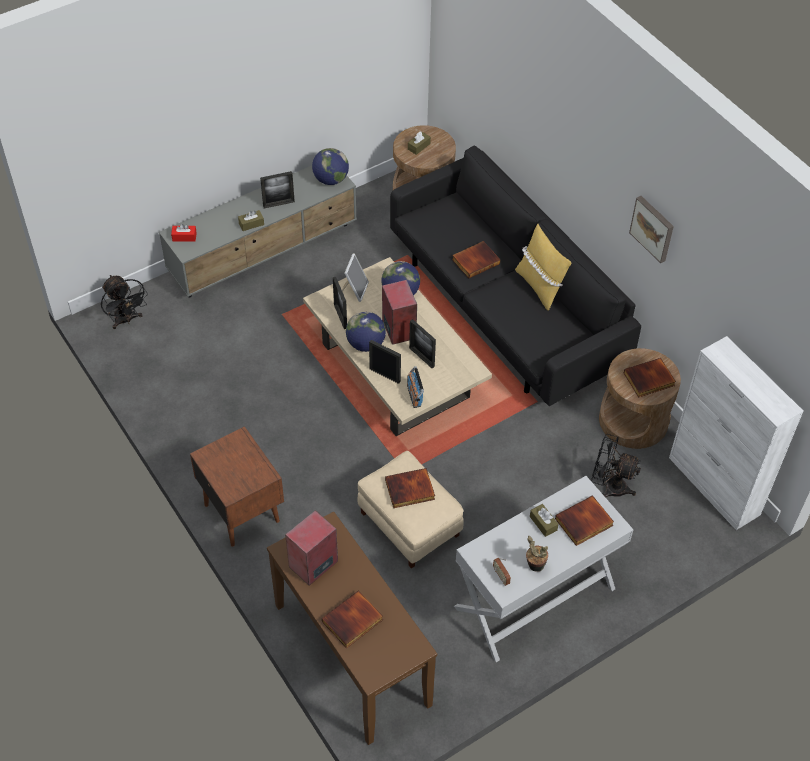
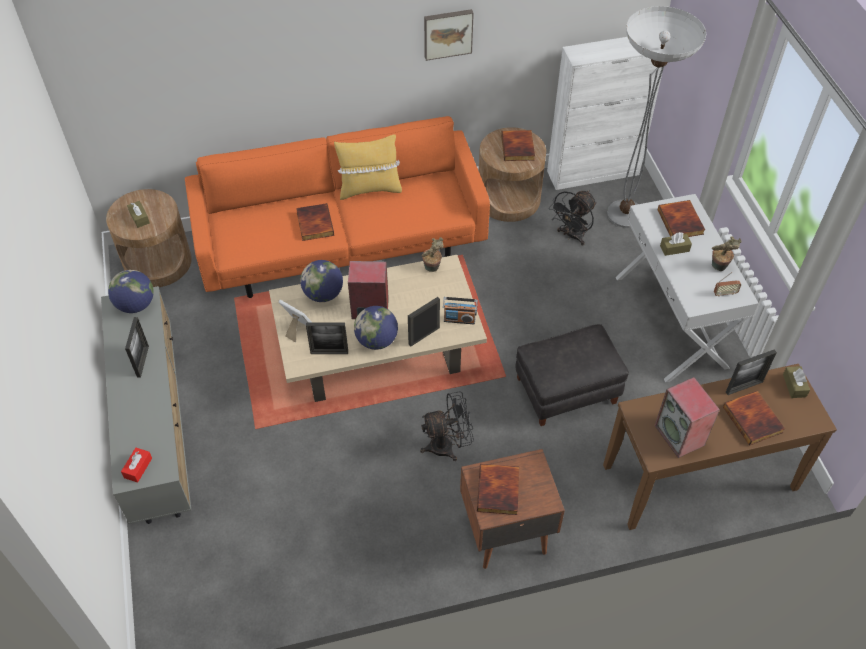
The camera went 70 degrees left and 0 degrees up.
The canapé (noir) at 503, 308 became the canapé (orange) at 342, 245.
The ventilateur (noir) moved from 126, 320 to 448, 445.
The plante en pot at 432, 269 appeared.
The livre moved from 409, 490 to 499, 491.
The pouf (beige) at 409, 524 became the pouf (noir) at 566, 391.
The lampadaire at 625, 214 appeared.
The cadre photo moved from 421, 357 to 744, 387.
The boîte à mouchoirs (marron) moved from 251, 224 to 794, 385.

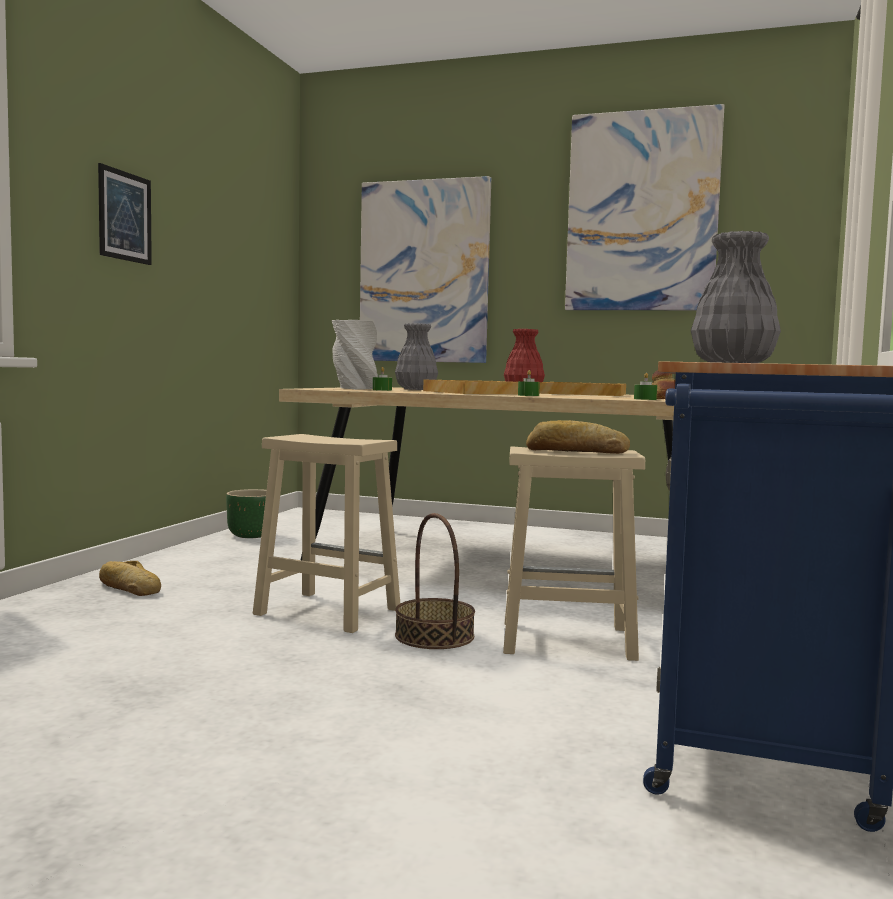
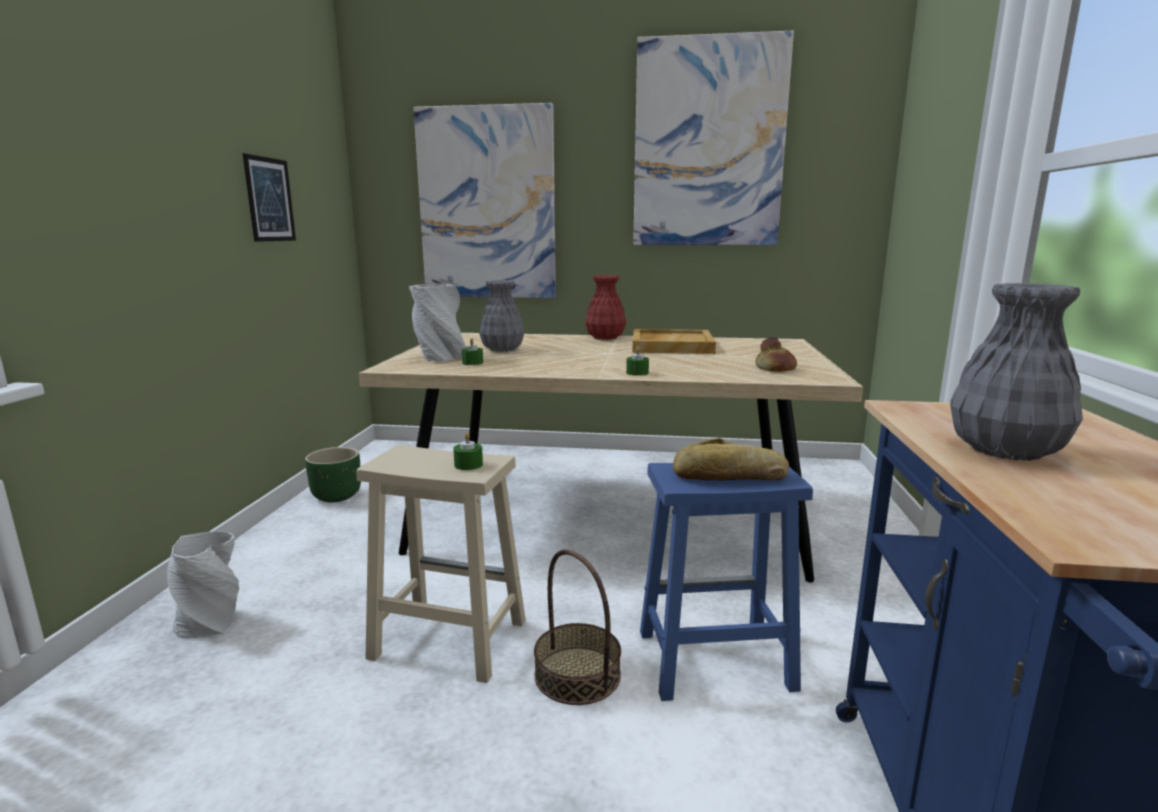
The camera went 10 degrees left and 10 degrees up.
The pain at 129, 588 was replaced by the vase (gris) at 211, 622.
The tableau moved from 125, 216 to 270, 199.
The bougie (vert) moved from 645, 399 to 468, 465.
The tabouret (beige) at 564, 640 became the tabouret (bleu) at 712, 660.
The plateau (beige) at 478, 392 disappeared.

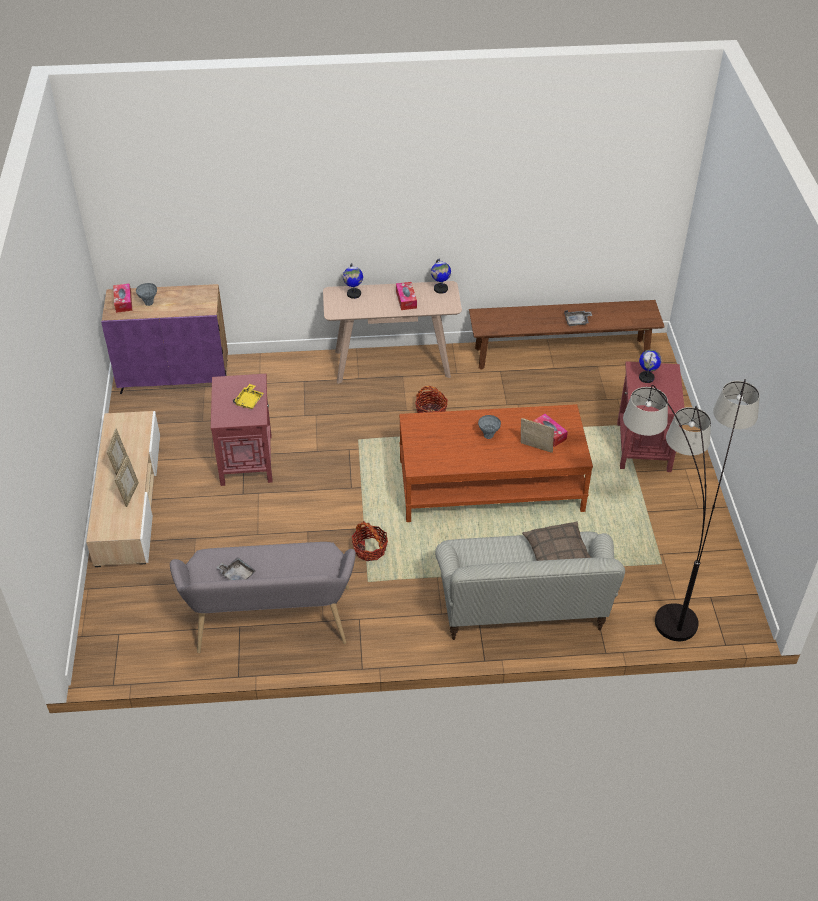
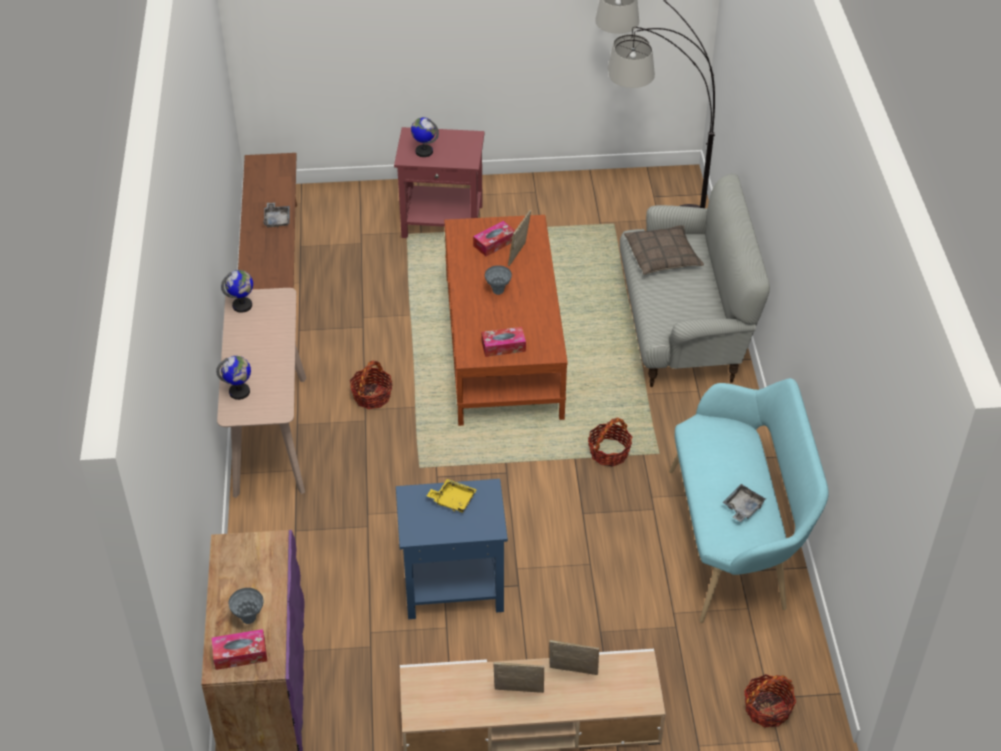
The camera went 90 degrees left and 0 degrees up.
The table d'appoint (rouge) at 247, 459 became the table d'appoint (bleu) at 453, 585.
The boîte à mouchoirs moved from 406, 300 to 503, 346.
The banc (gris) at 271, 626 became the banc (turquoise) at 735, 540.
The panier at 767, 709 appeared.

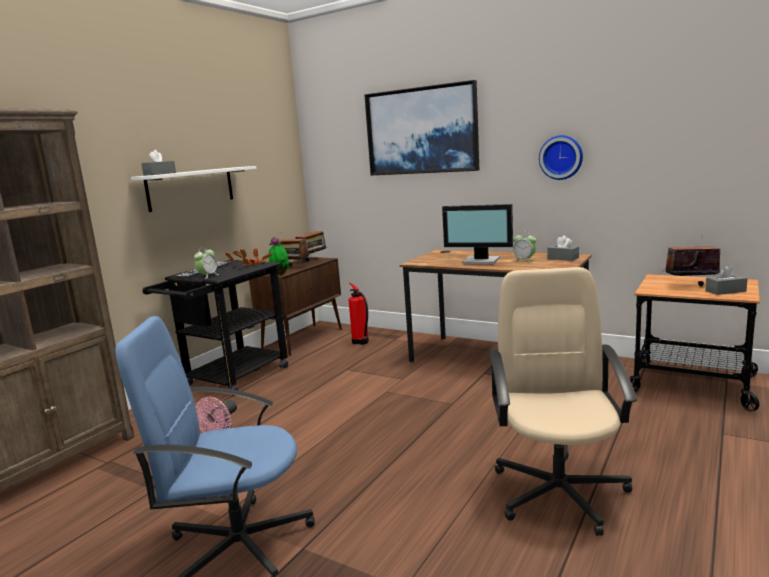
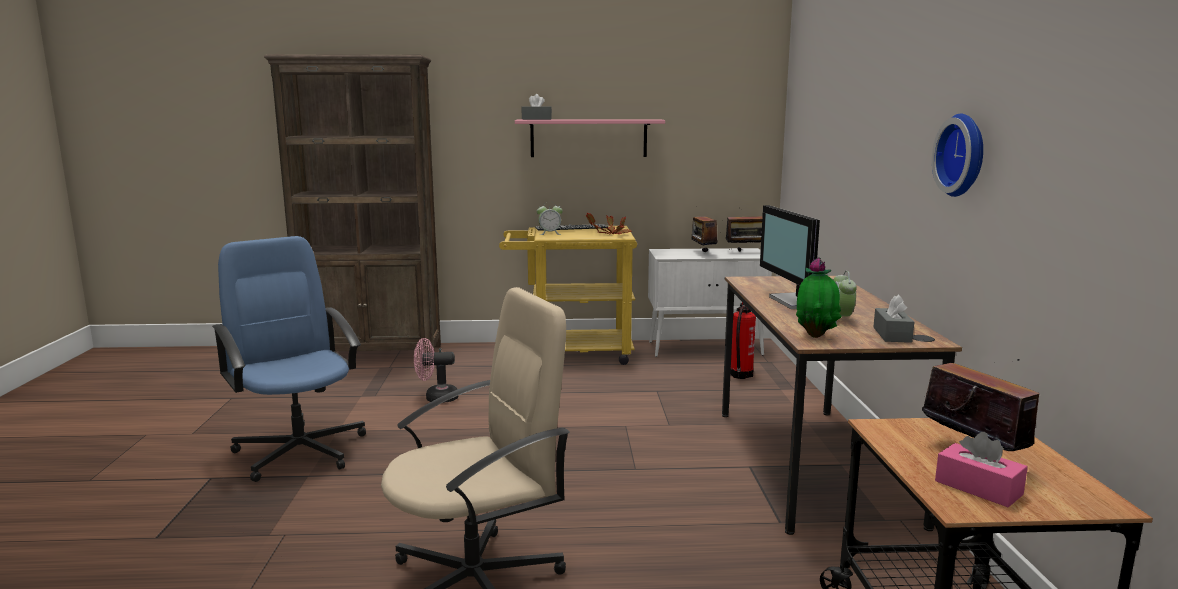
The camera went 55 degrees right and 0 degrees up.
The chariot (noir) at 230, 379 became the chariot (jaune) at 571, 353.
The étagère (blanc) at 191, 188 became the étagère (rose) at 588, 138.
The meuble de rangement (marron) at 303, 339 became the meuble de rangement (blanc) at 706, 348.
The plante en pot moved from 280, 274 to 816, 335.
The boîte à mouchoirs (gris) at 725, 291 became the boîte à mouchoirs (rose) at 978, 488.
The tableau at 421, 131 disappeared.

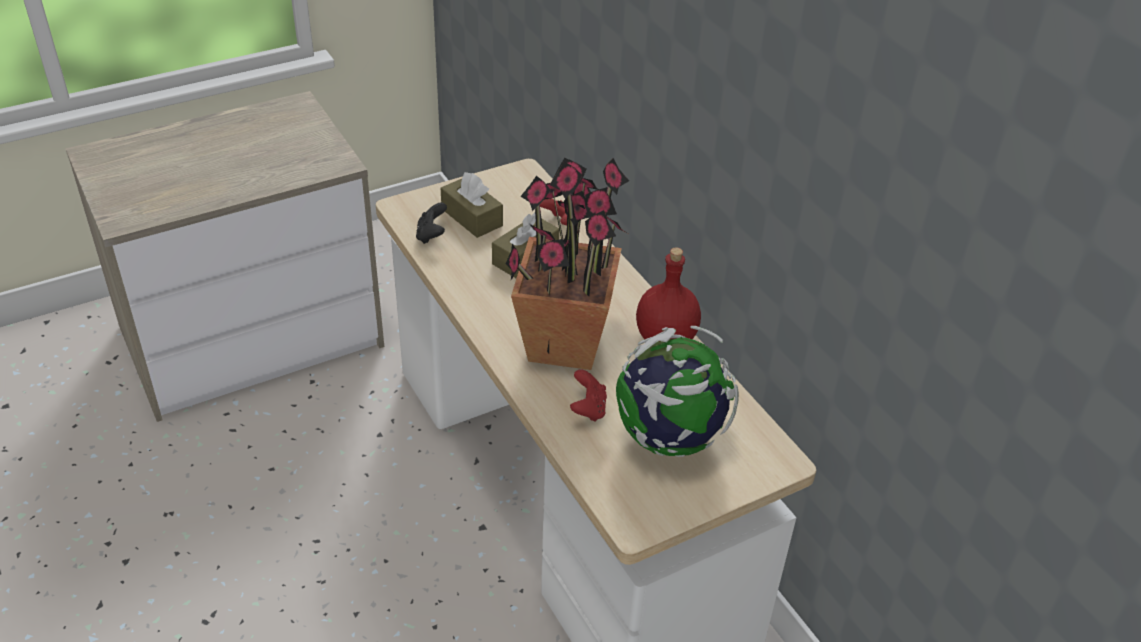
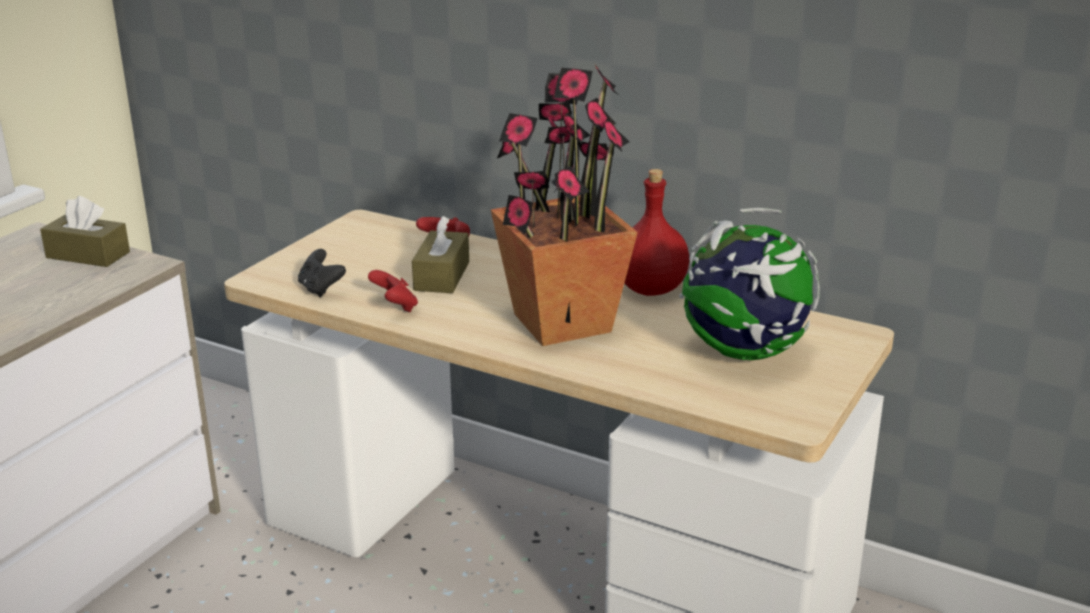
The camera went 30 degrees left and 15 degrees down.
The boîte à mouchoirs (marron) moved from 472, 217 to 88, 255.
The manette (rouge) moved from 588, 409 to 395, 307.

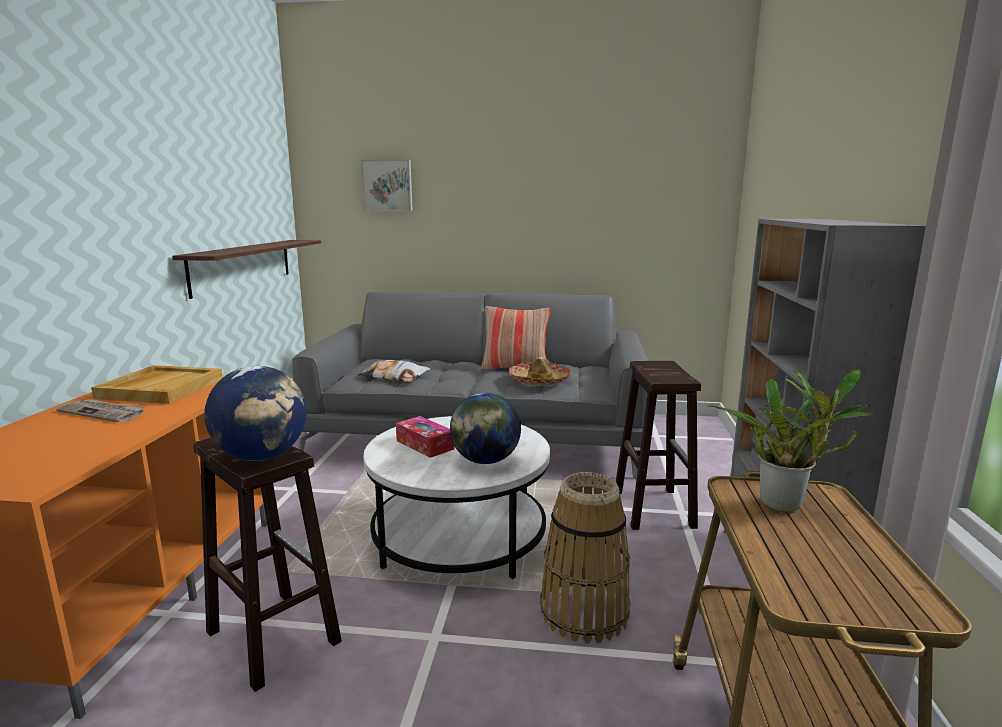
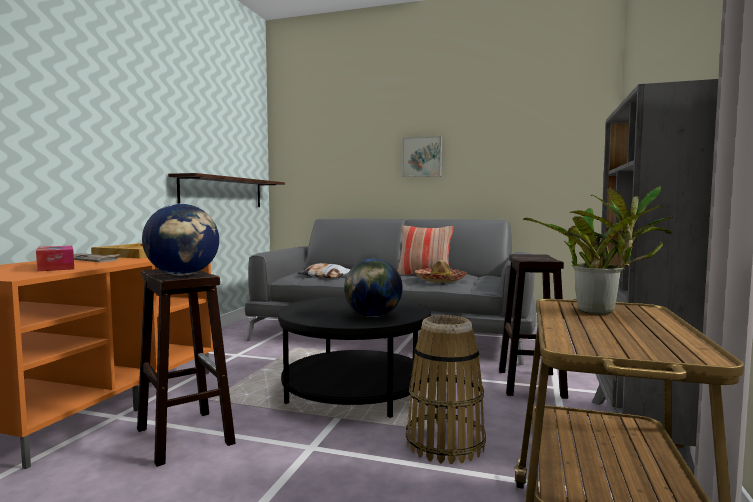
The camera went 10 degrees right and 10 degrees down.
The boîte à mouchoirs moved from 425, 445 to 56, 267.
The table basse (blanc) at 459, 538 became the table basse (noir) at 355, 390.
The tableau moved from 387, 185 to 422, 157.

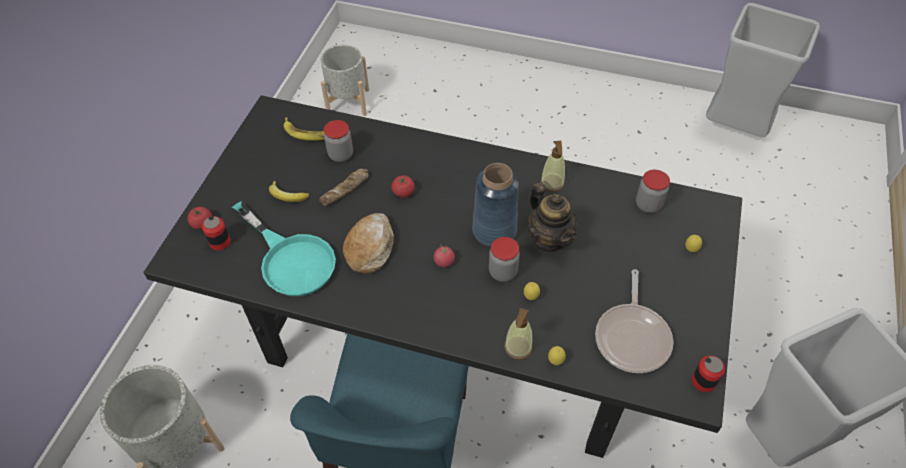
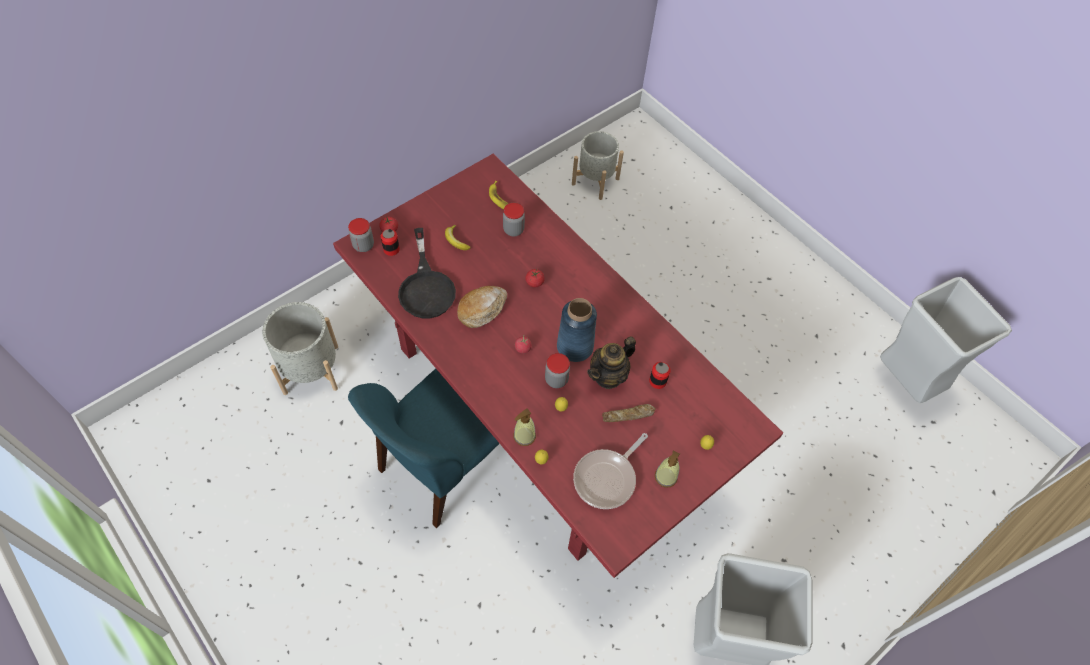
The camera went 30 degrees right and 5 degrees up.
The table à manger (noir) at 456, 335 became the table à manger (rouge) at 541, 409.
The bocal moved from 648, 204 to 363, 245.
The poêle (turquoise) at 291, 259 became the poêle (noir) at 426, 287.
The théière at 549, 239 turned 45 degrees clockwise.
The pain moved from 346, 190 to 628, 415.
The boîte métallique moved from 703, 381 to 657, 381.
The distributeur de savon moved from 552, 183 to 665, 477.

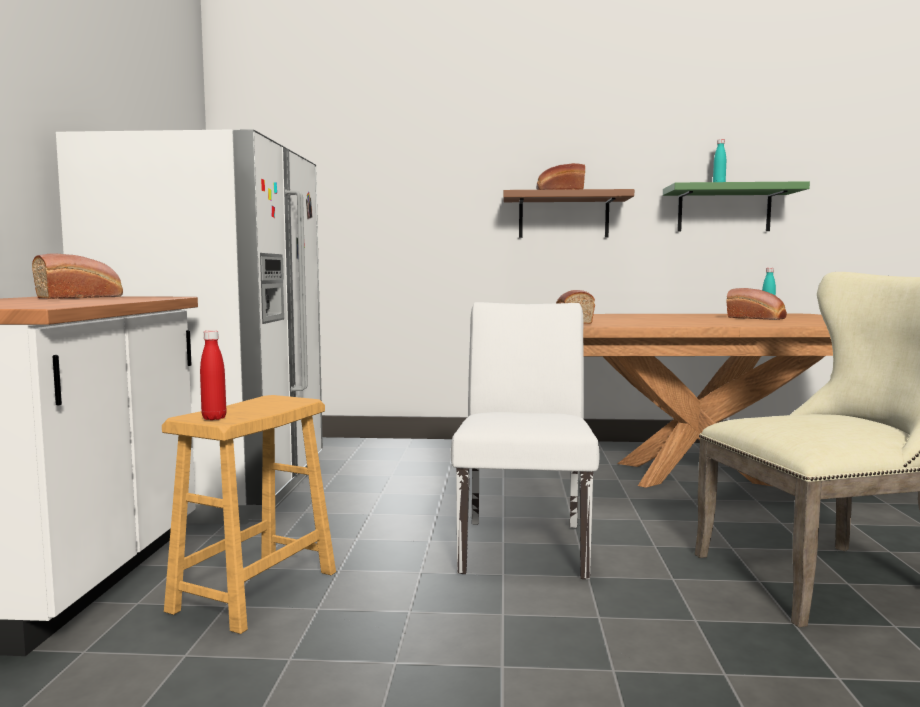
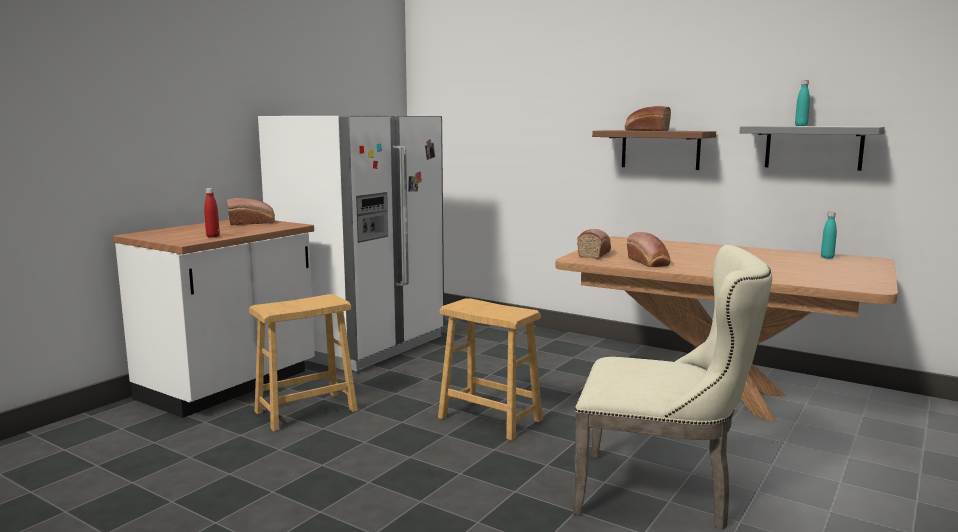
The camera went 30 degrees right and 5 degrees up.
The bouteille (rouge) moved from 214, 418 to 213, 236.
The chaise (blanc) at 524, 542 was replaced by the tabouret (marron) at 490, 419.
The pain moved from 757, 318 to 649, 262.
The étagère (vert) at 724, 209 became the étagère (gris) at 813, 147.

